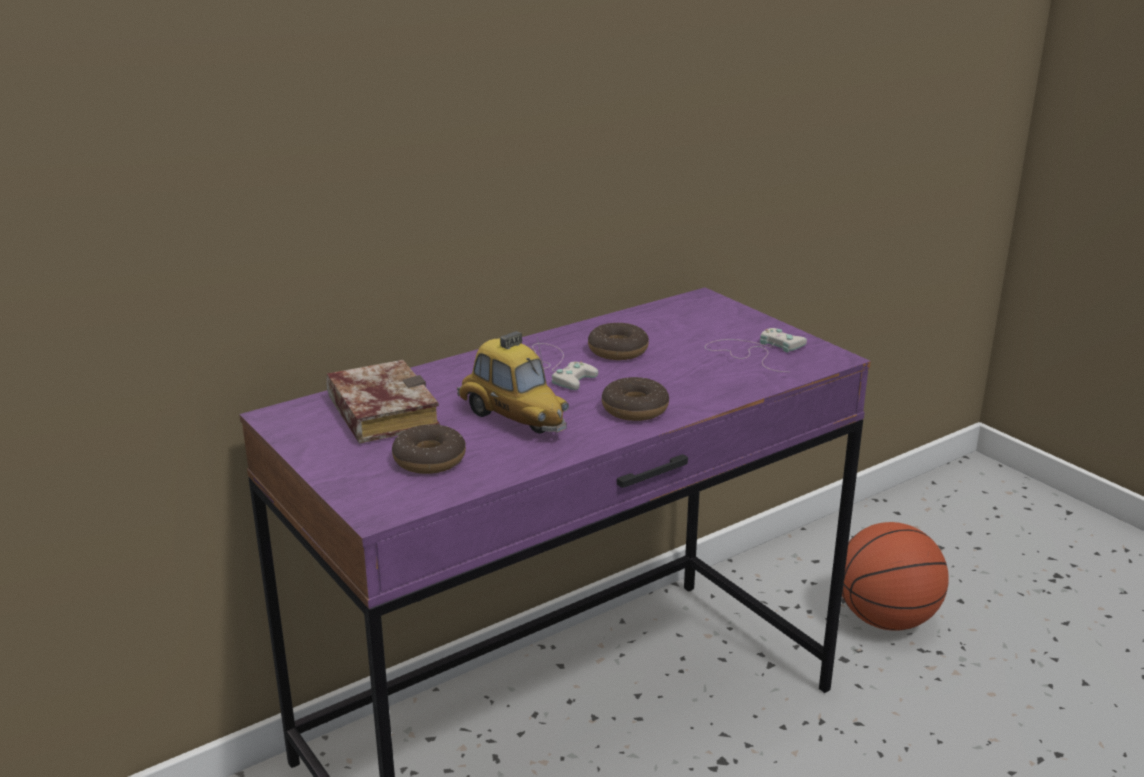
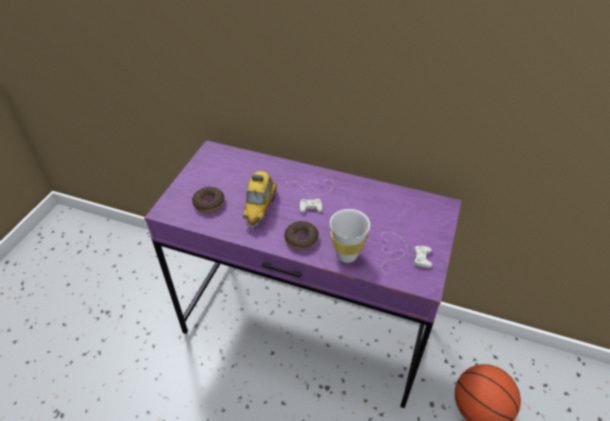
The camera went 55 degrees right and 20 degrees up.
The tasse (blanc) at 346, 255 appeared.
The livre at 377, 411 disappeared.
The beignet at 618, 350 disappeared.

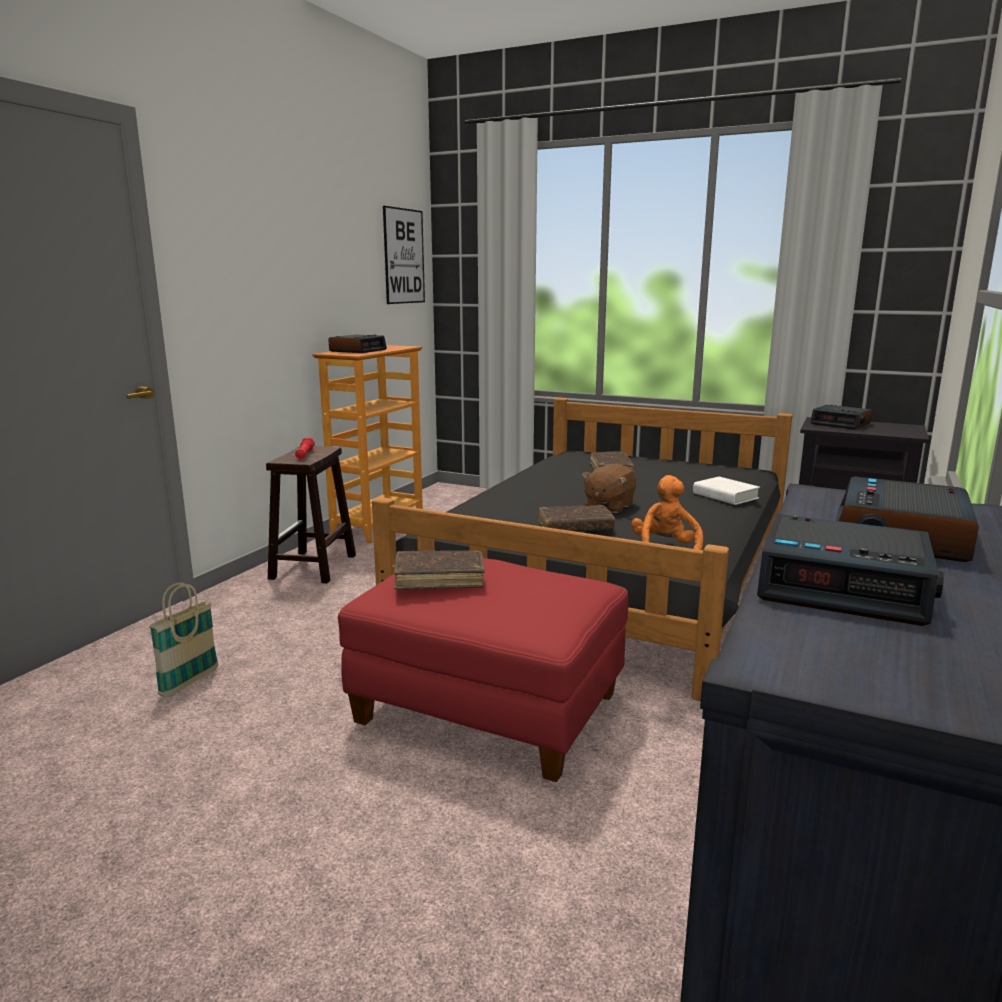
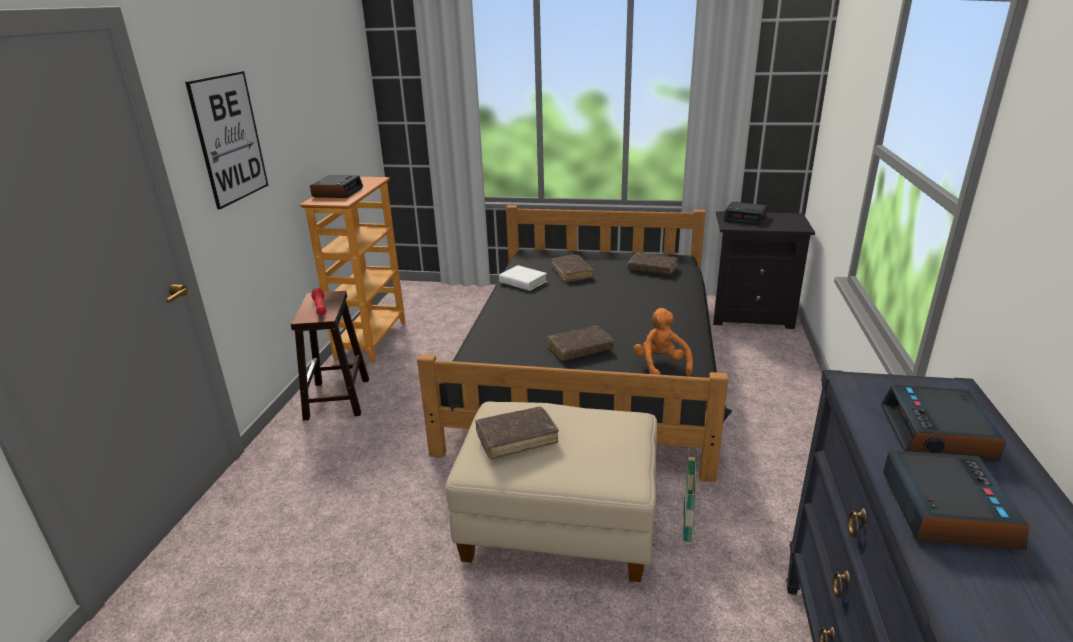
The camera went 15 degrees left and 10 degrees up.
The tableau moved from 404, 256 to 229, 138.
The pouf (rouge) at 489, 710 became the pouf (beige) at 559, 524.
The livre (blanc) moved from 725, 496 to 523, 282.
The livre (marron) at 652, 269 appeared.
The panier moved from 189, 682 to 686, 525.
The réveil at 844, 586 turned 90 degrees counterclockwise.
The peluche (marron) at 608, 506 disappeared.

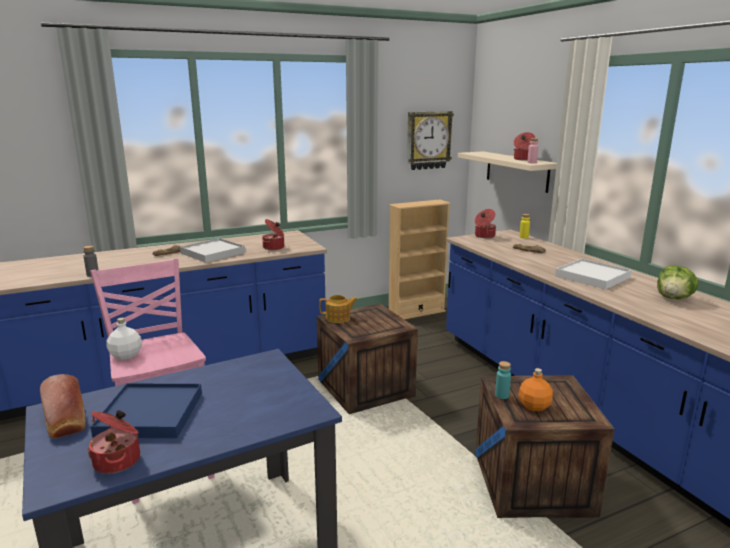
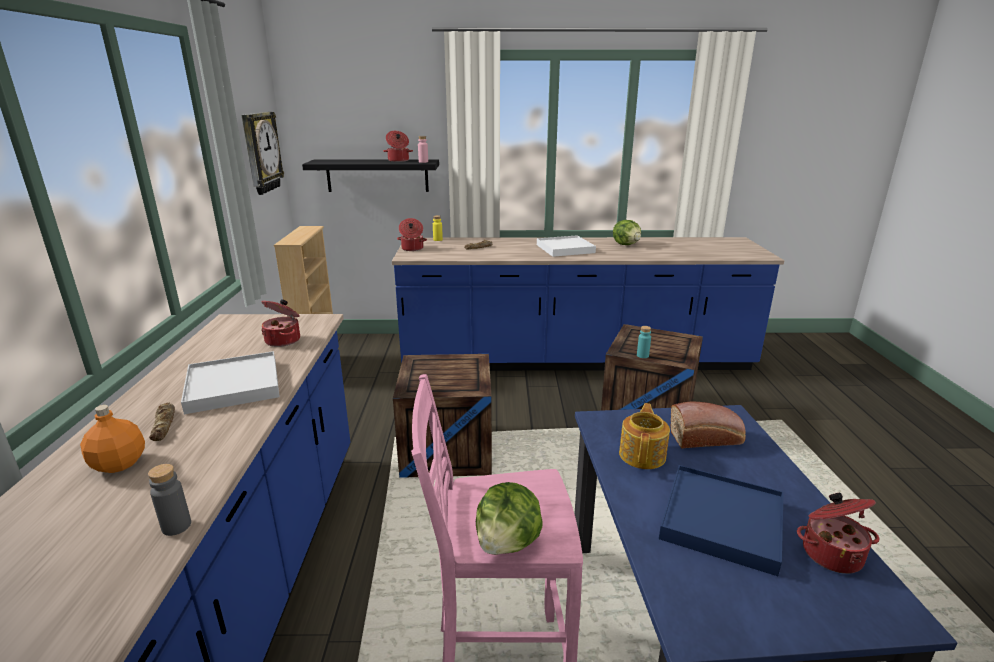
The camera went 65 degrees left and 5 degrees up.
The bouteille (orange) moved from 534, 406 to 120, 464.
The étagère (beige) at 516, 171 became the étagère (noir) at 377, 175.
The bouteille (blanc) at 126, 356 was replaced by the laitue at 508, 543.
The théière moved from 338, 318 to 643, 454.
The pain moved from 66, 420 to 707, 438.

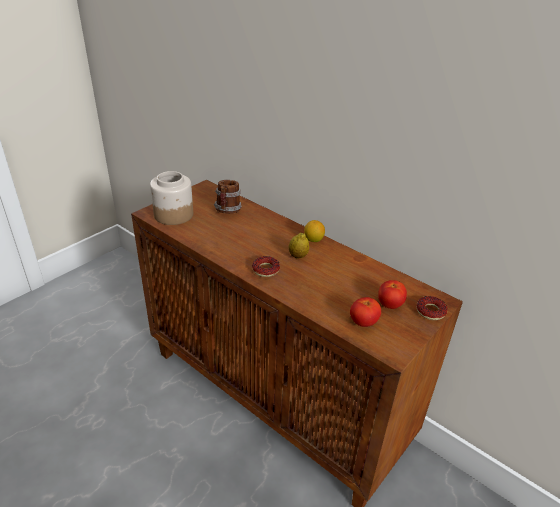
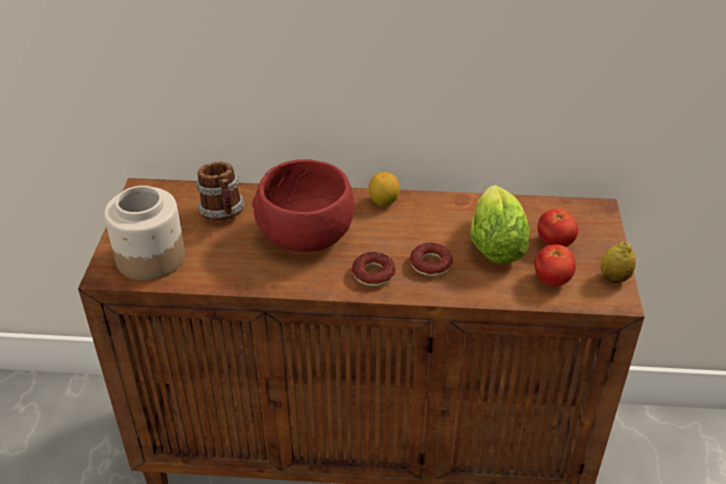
The camera went 35 degrees left and 5 degrees up.
The bol (rouge) at 305, 236 appeared.
The beignet moved from 430, 311 to 431, 264.
The laitue at 495, 242 appeared.
The citron moved from 298, 256 to 614, 278.

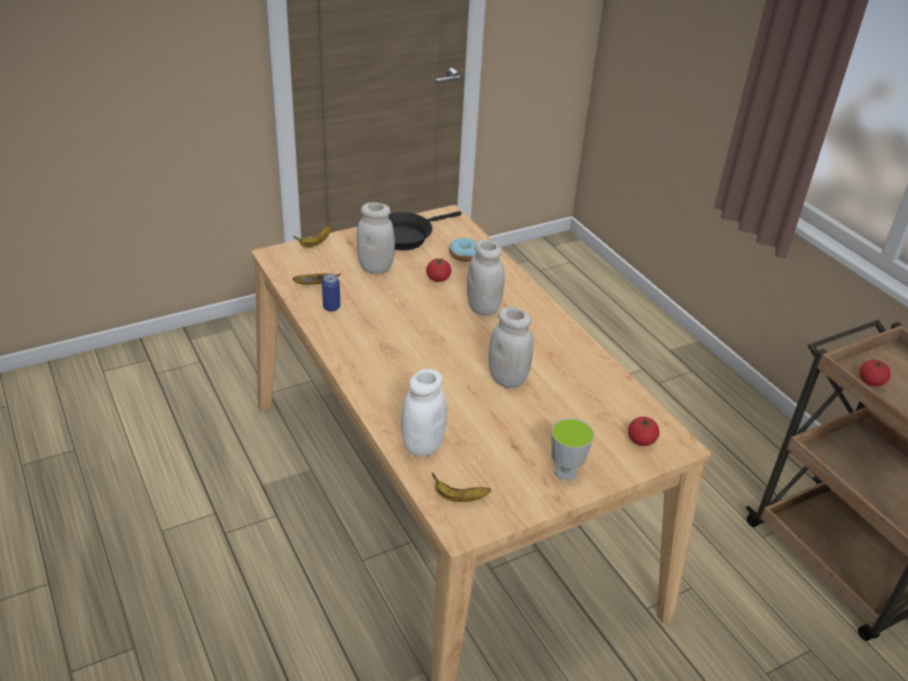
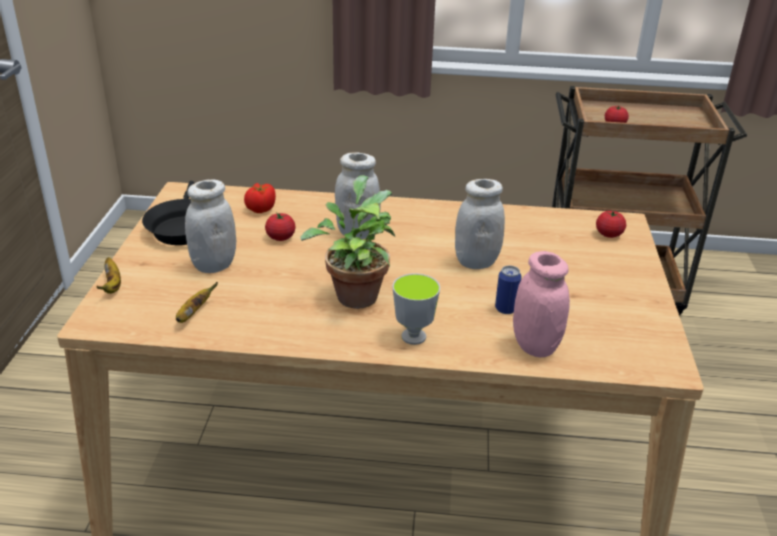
The camera went 55 degrees left and 5 degrees down.
The beignet at 464, 255 was replaced by the tomate at 260, 209.
The plante en pot at 355, 293 appeared.
The tasse moved from 565, 472 to 413, 336.
The boîte métallique moved from 331, 307 to 505, 309.
The bocal (blanc) at 422, 445 became the bocal (rose) at 535, 346.
The banane at 459, 498 disappeared.

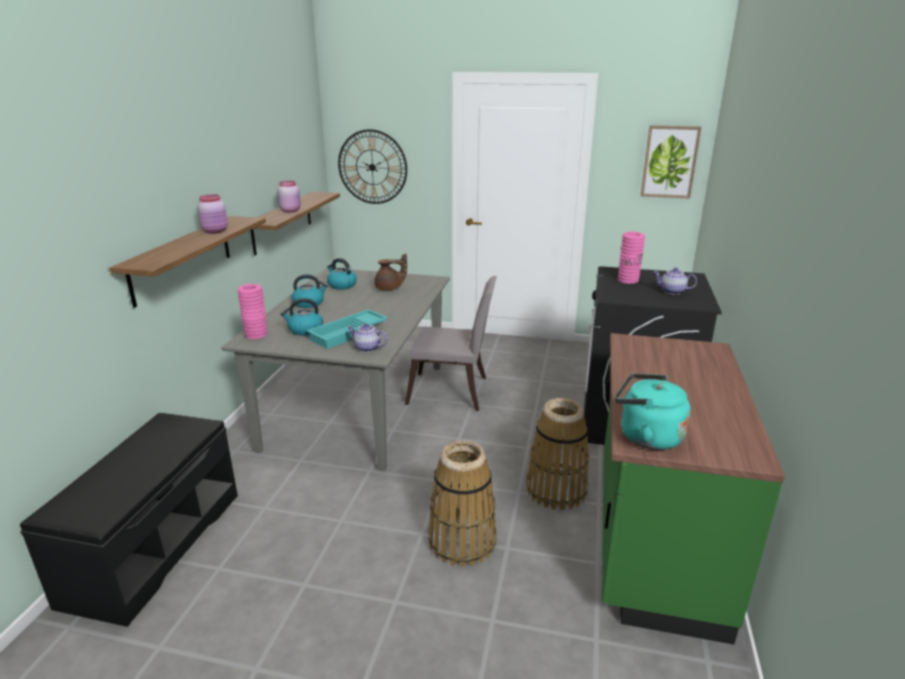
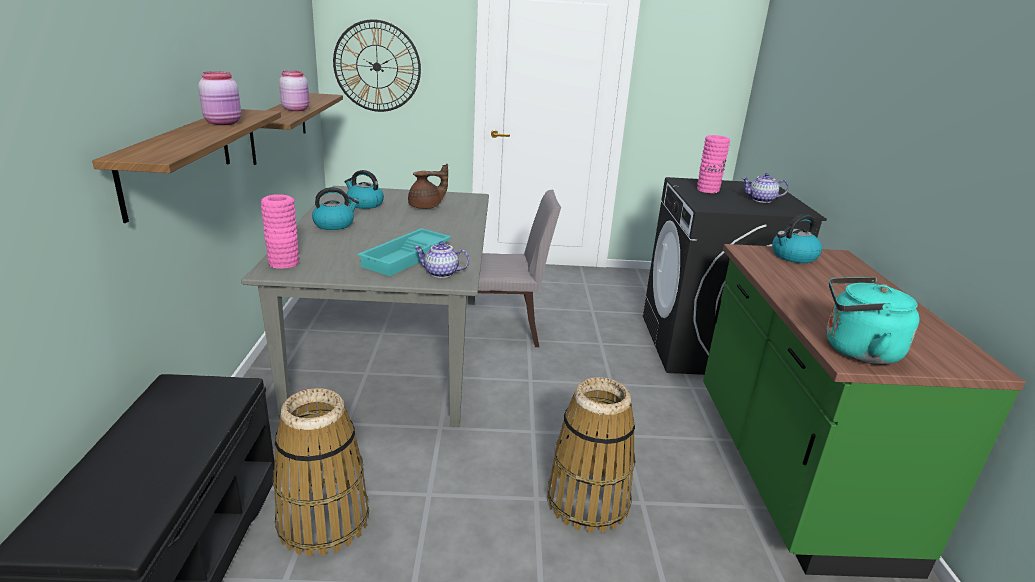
The camera went 15 degrees left and 0 degrees up.
The panier moved from 556, 490 to 323, 520.
The bouilloire moved from 305, 330 to 793, 256.
The tableau at 669, 162 disappeared.

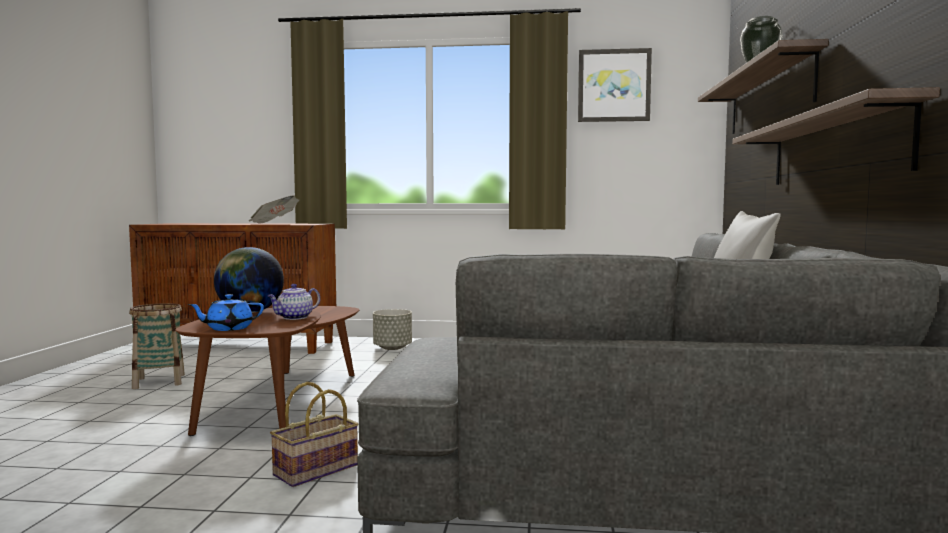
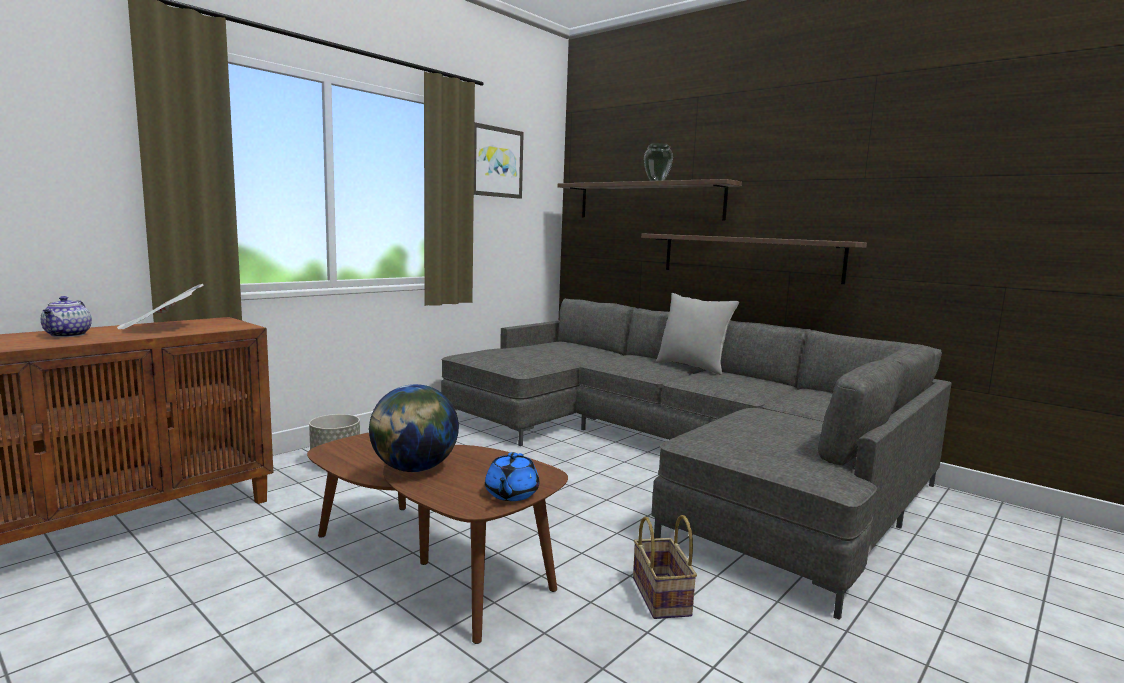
The camera went 55 degrees left and 5 degrees up.
The théière moved from 294, 318 to 68, 335.
The panier at 159, 381 disappeared.

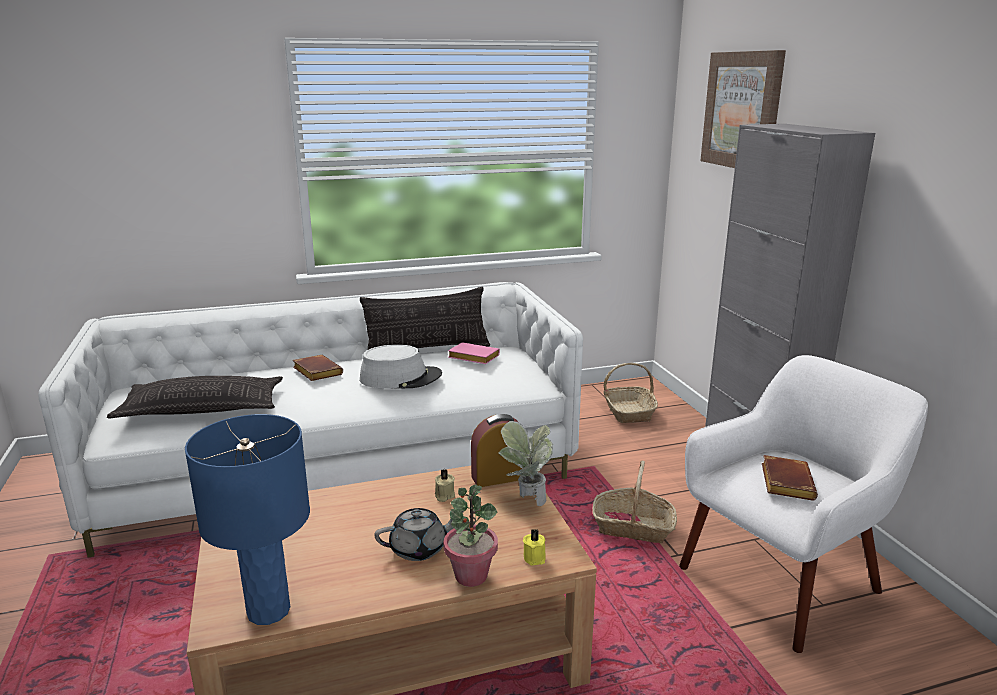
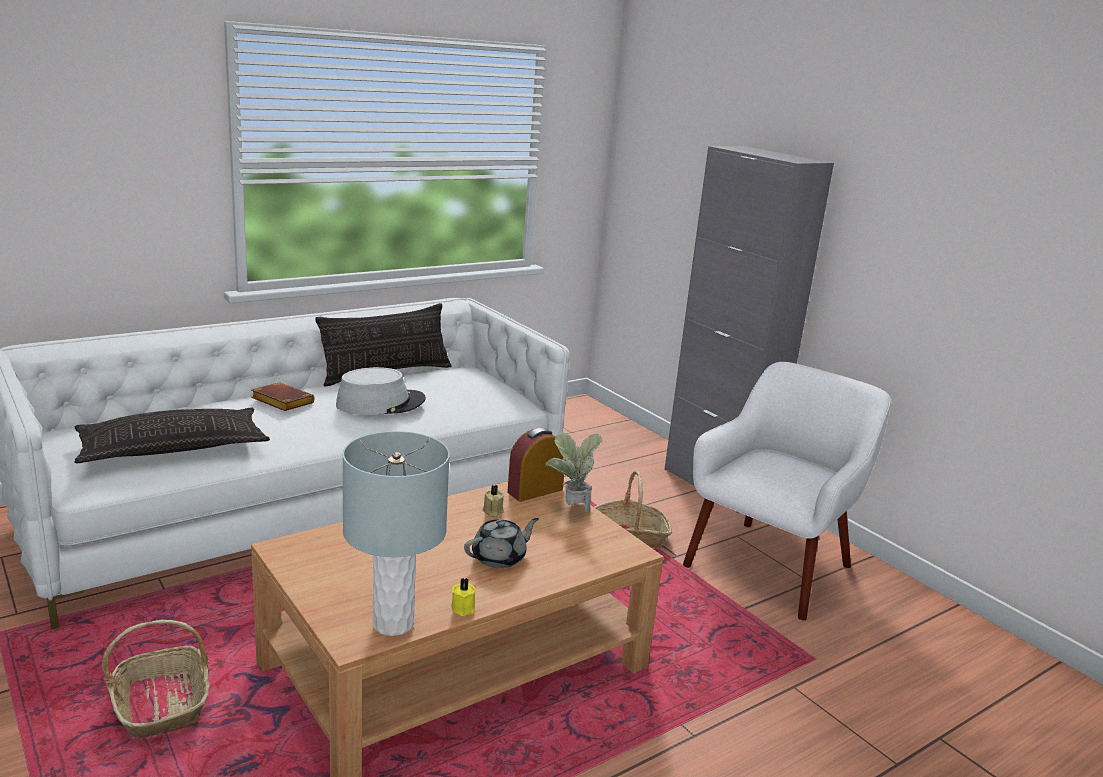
The camera went 20 degrees left and 0 degrees up.
The panier moved from 628, 411 to 162, 704.
The lampe de table (bleu) at 269, 610 became the lampe de table (gris) at 393, 623.
The bougie (jaune) moved from 535, 557 to 464, 608.
The plante en pot at 471, 576 disappeared.
The livre (rose) at 472, 358 disappeared.
The tableau at 742, 110 disappeared.
The livre (marron) at 784, 482 disappeared.

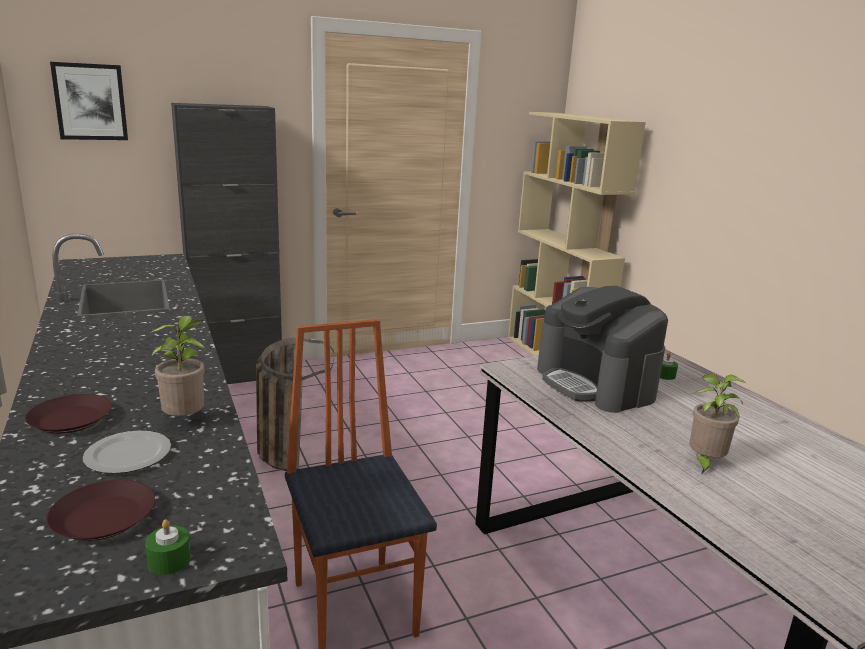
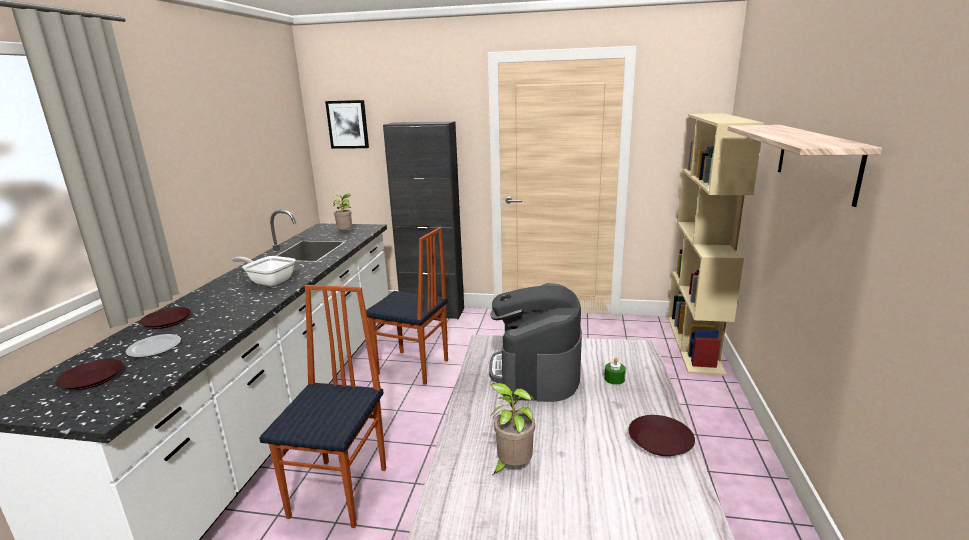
The camera went 35 degrees right and 0 degrees up.
The poêle at 269, 281 appeared.
The plante en pot moved from 186, 420 to 346, 233.
The panier at 286, 446 was replaced by the chaise at 412, 368.
The assiette (marron) at 659, 440 appeared.
The étagère at 816, 160 appeared.
The bougie (vert) at 169, 560 disappeared.

